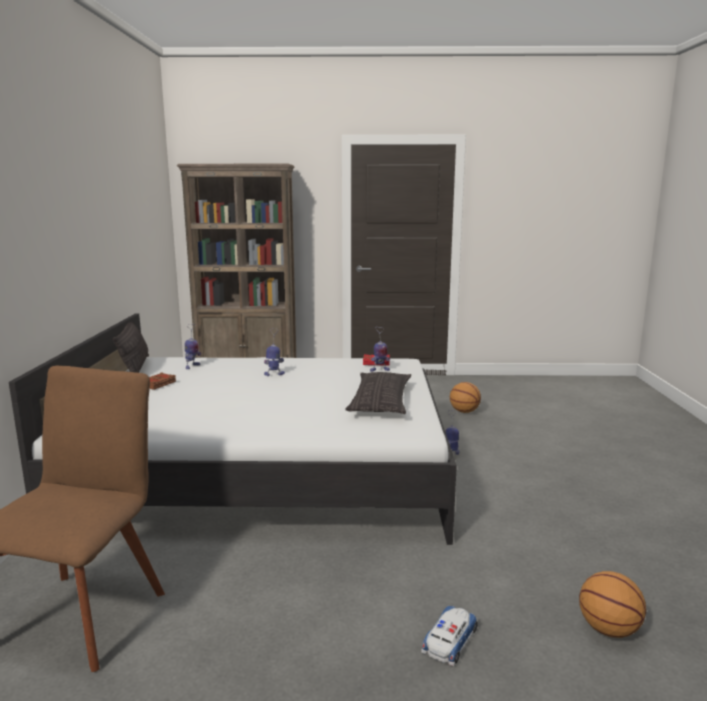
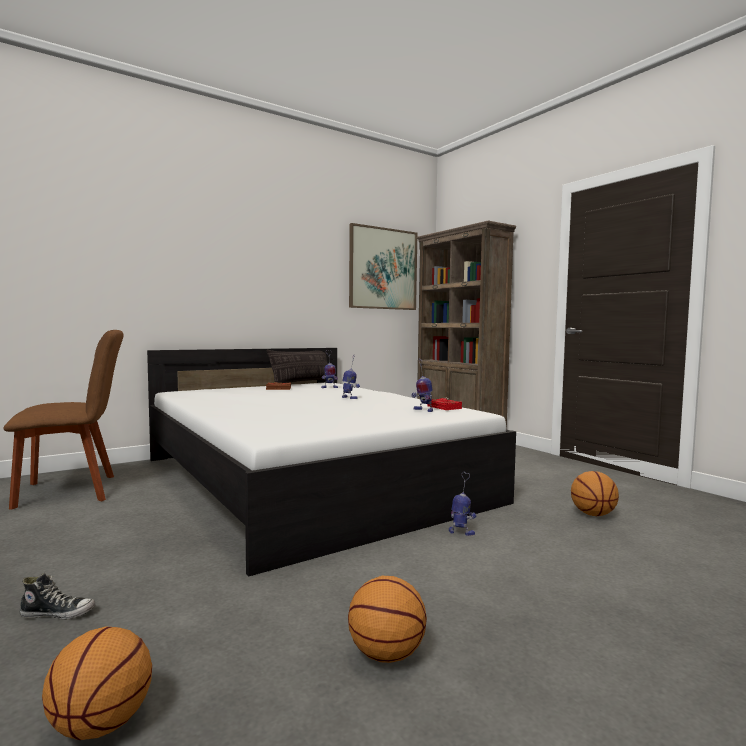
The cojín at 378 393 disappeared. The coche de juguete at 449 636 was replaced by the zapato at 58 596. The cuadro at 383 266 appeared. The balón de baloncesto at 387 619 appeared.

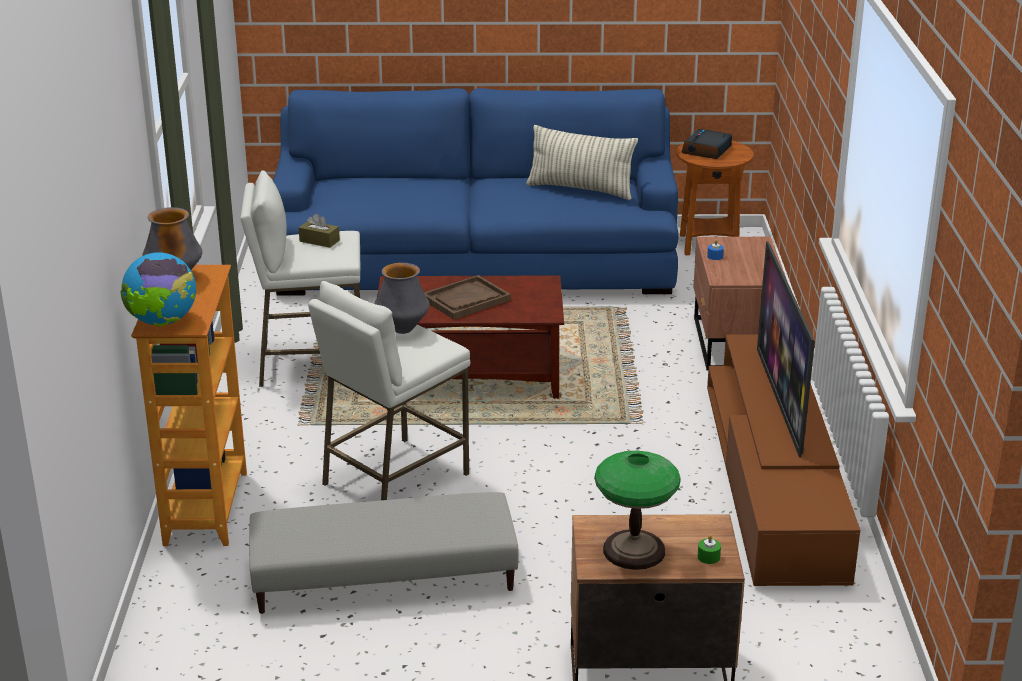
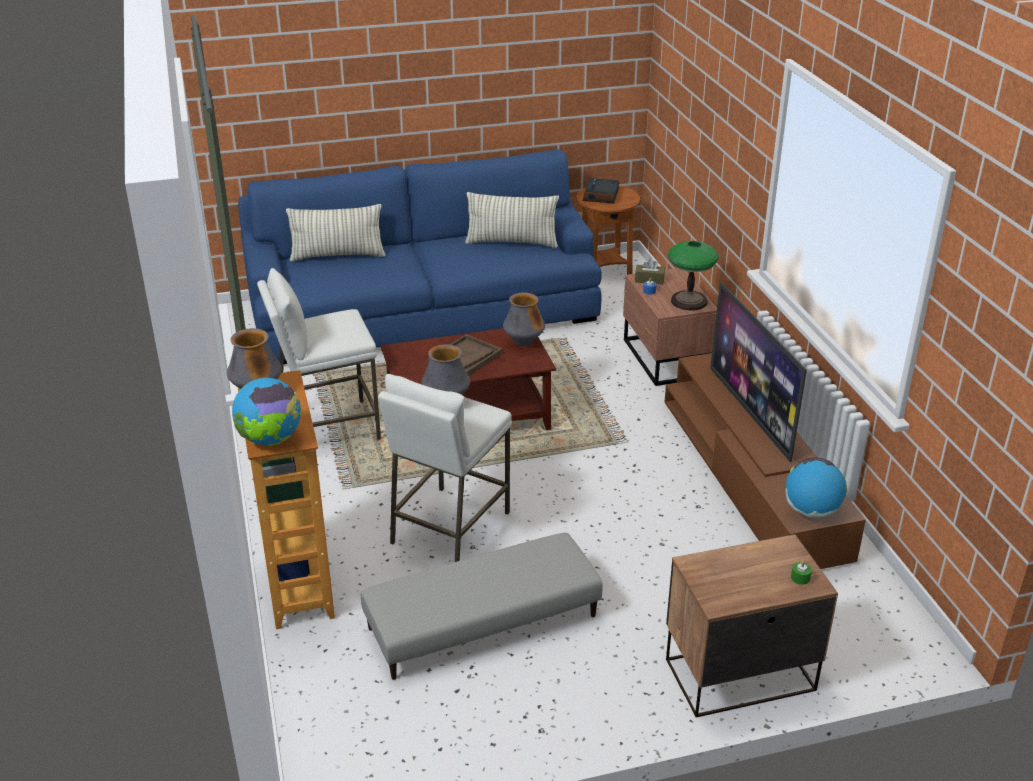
The caja de pañuelos/marrón moved from 319 230 to 650 272. The lámpara de mesa moved from 637 510 to 693 275. The cojín at 336 232 appeared. The florero at 524 319 appeared. The globo terráqueo at 816 488 appeared.

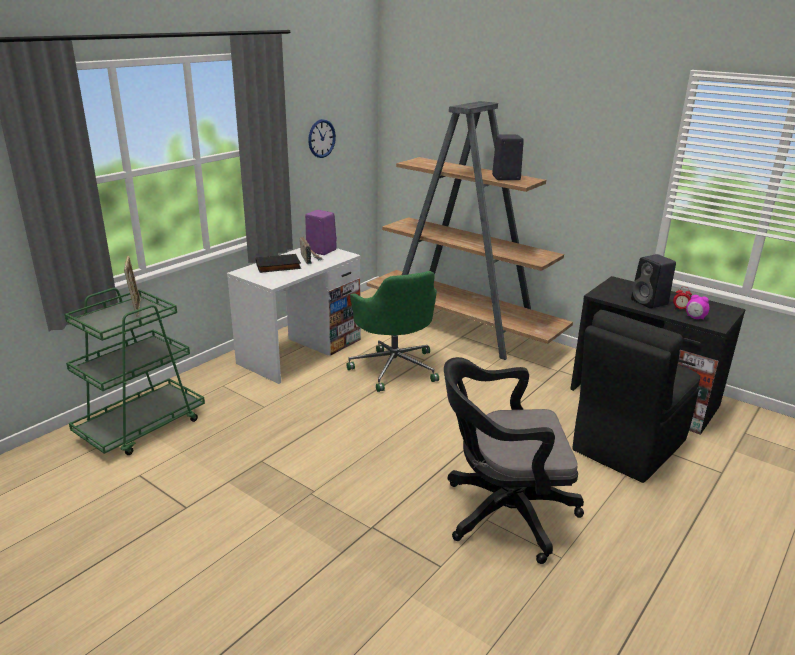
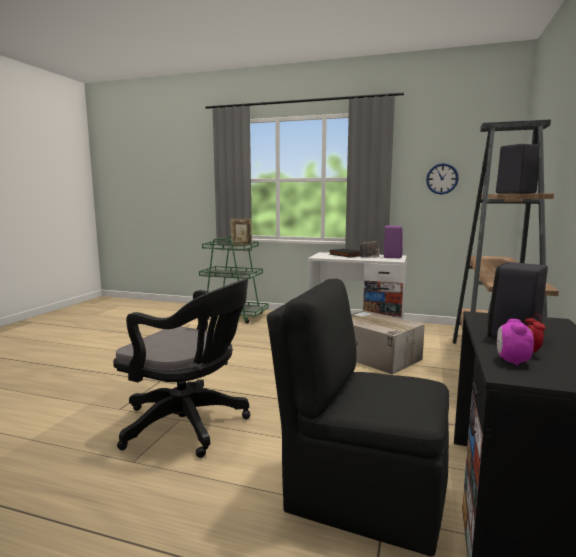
The silla de oficina/verde at 393 331 was replaced by the caja de cartón at 388 342. The silla de oficina/negro at 514 460 turned 135 degrees clockwise.

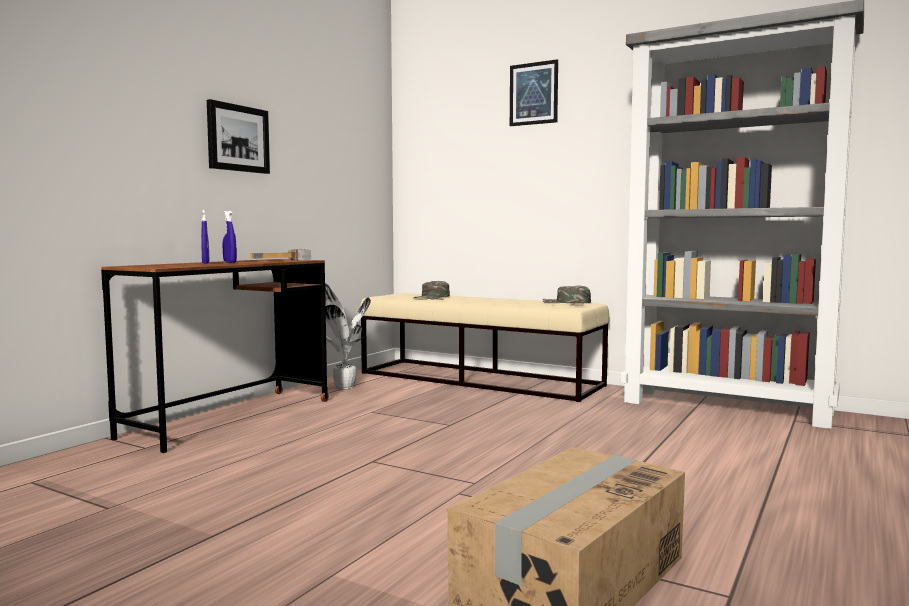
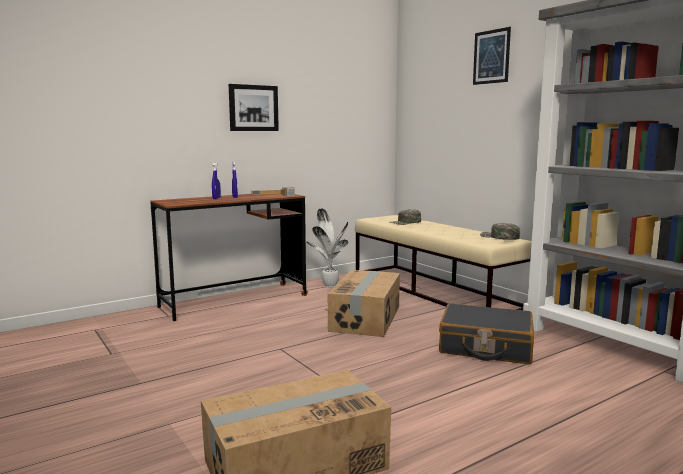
The caja de cartón at 364 303 appeared. The maleta/negro at 486 333 appeared.

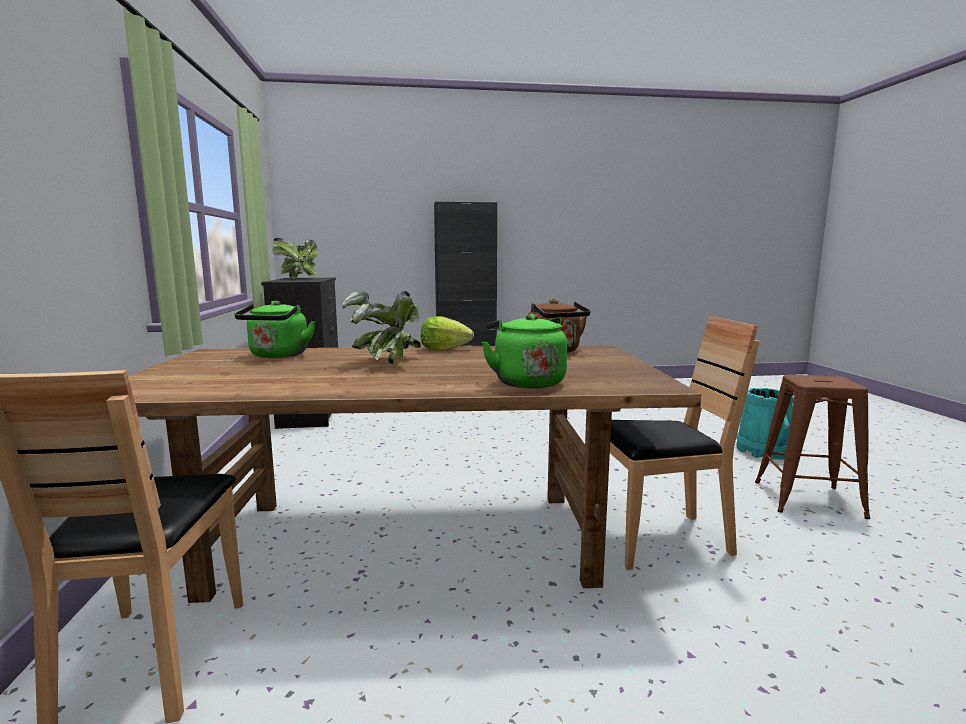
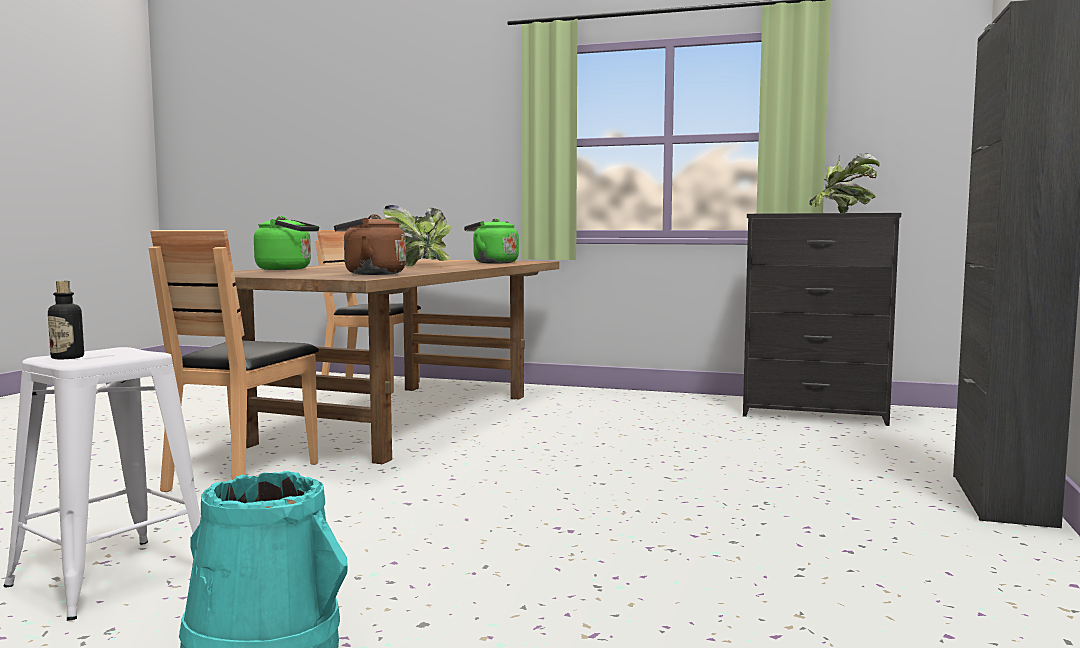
The lechuga at 447 333 disappeared. The taburete/marrón at 812 447 became the taburete/blanco at 102 484. The botella at 66 320 appeared.

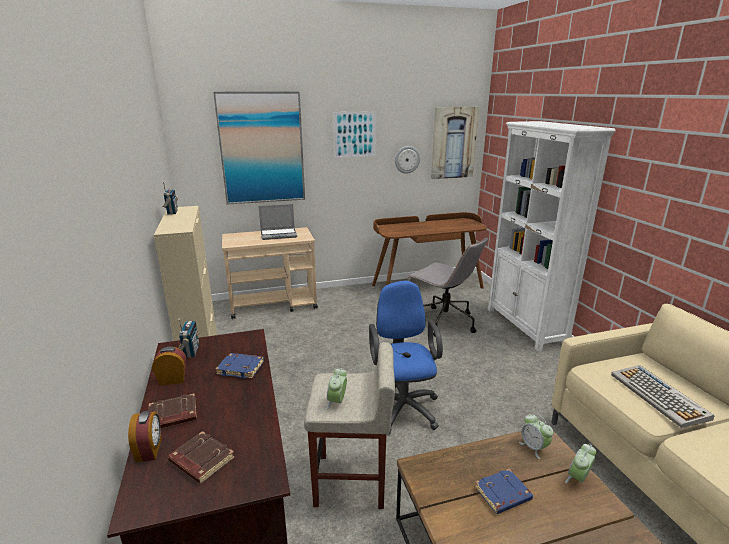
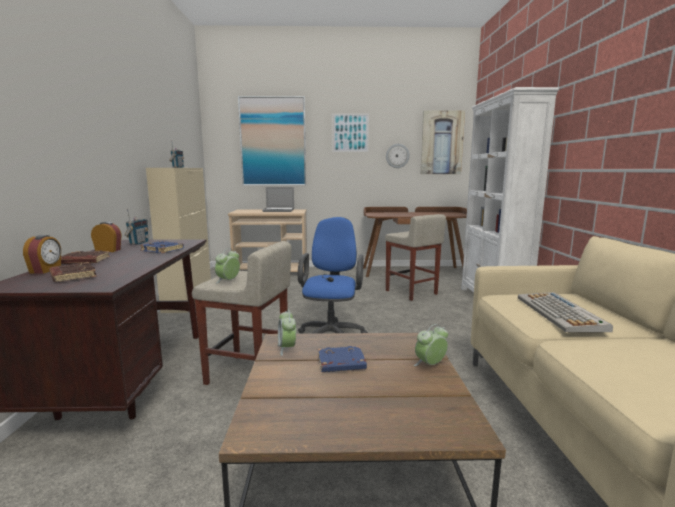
The silla de oficina/gris at 447 287 was replaced by the taburete/beis at 415 257. The despertador moved from 536 436 to 287 332.

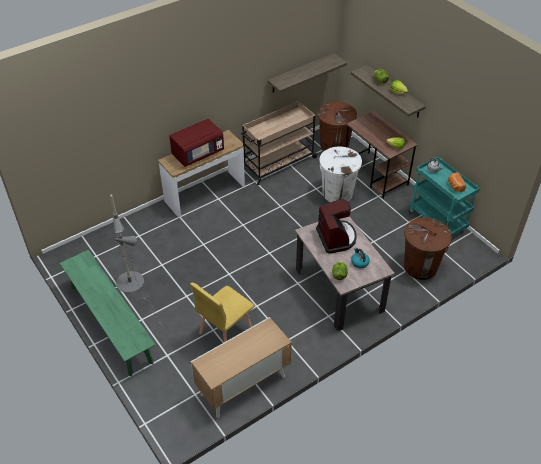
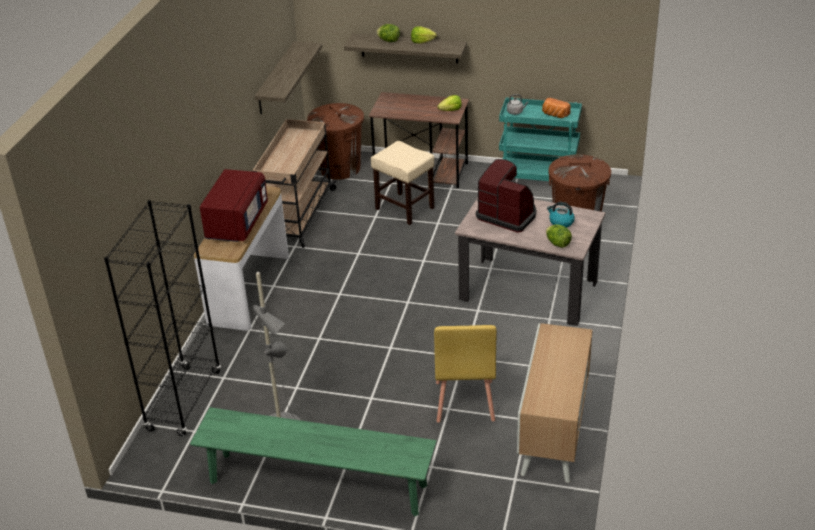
The papelera/blanco at 340 174 was replaced by the taburete/beis at 402 183. The estantería/negro at 162 318 appeared.

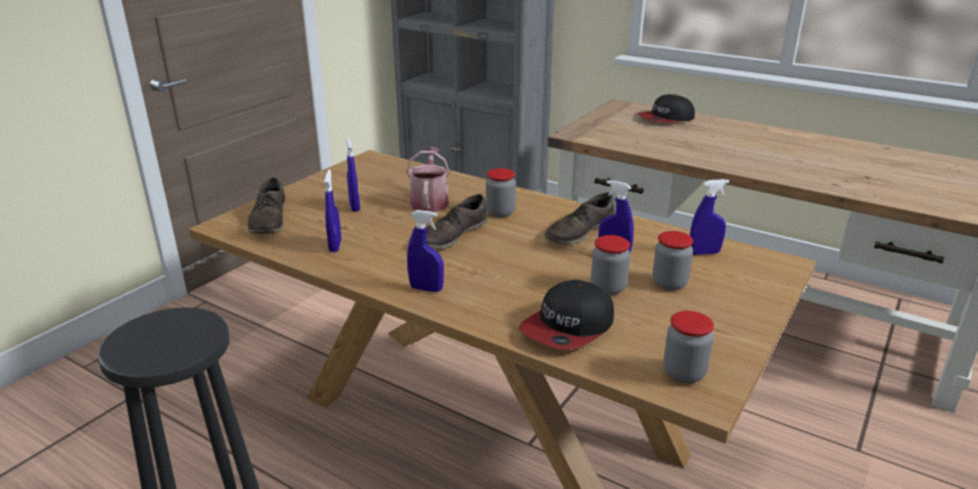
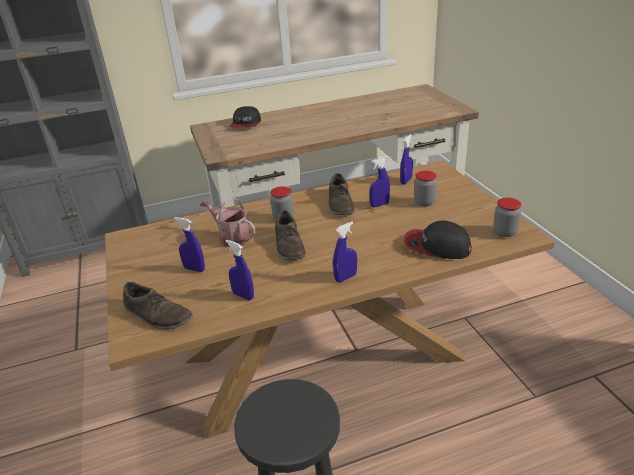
The tarro at 610 265 disappeared. The gorra at 566 315 turned 120 degrees clockwise.

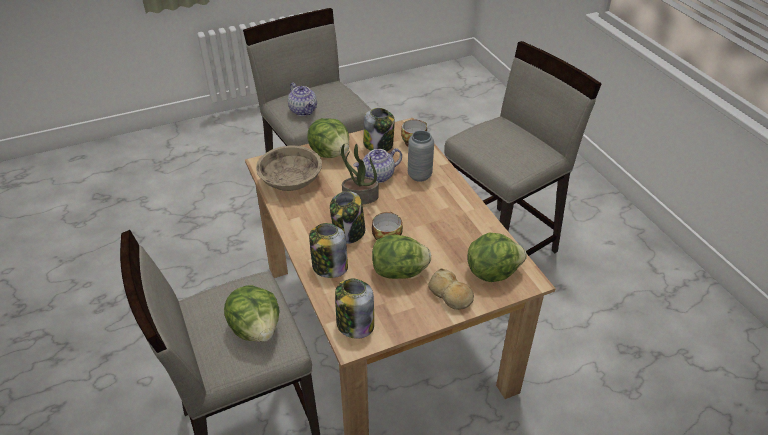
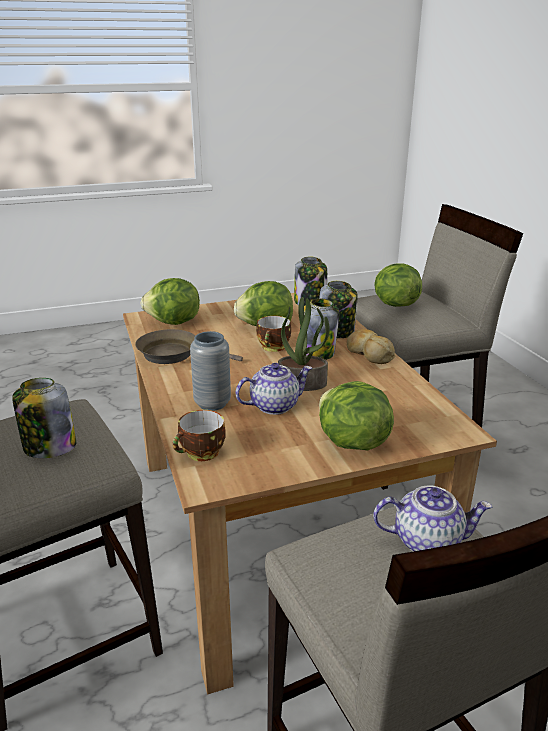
The tetera at 302 99 turned 120 degrees clockwise. The tarro moved from 379 129 to 44 418. The cuenco/beis at 289 168 disappeared. The pan moved from 451 289 to 371 346. The sartén/marrón at 189 346 appeared.

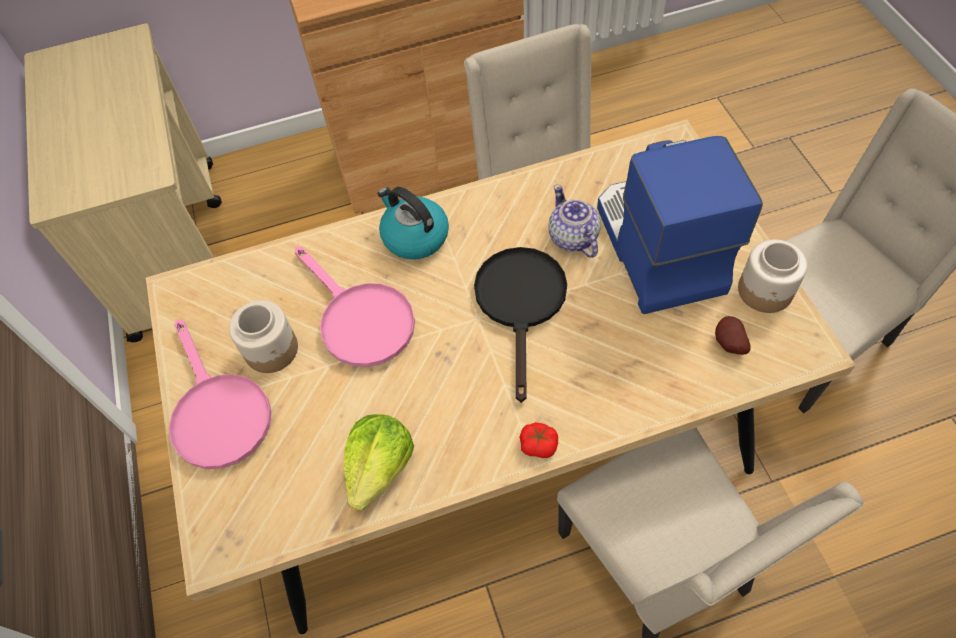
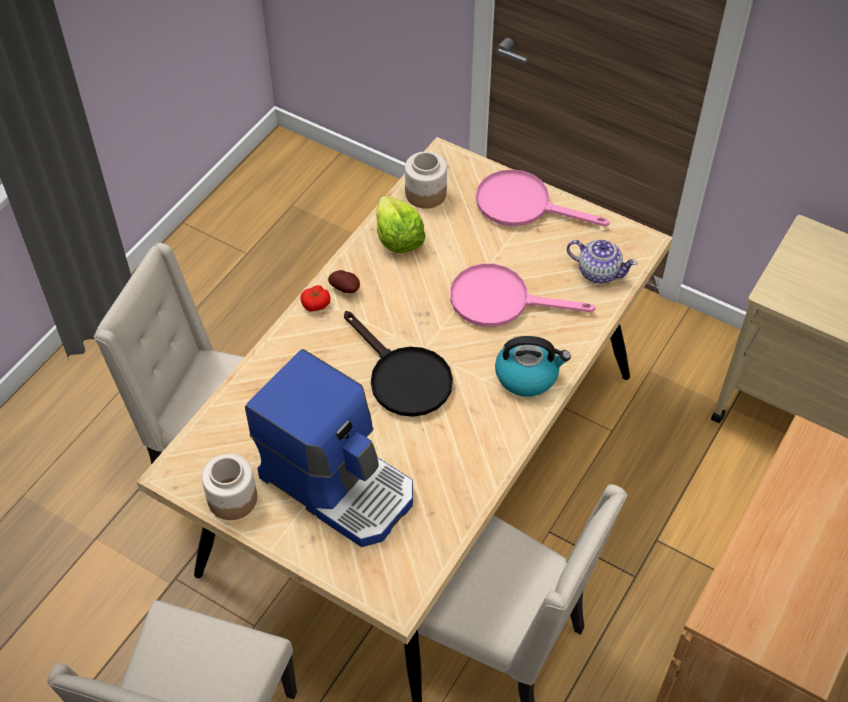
The tetera moved from 574 221 to 602 262. The tarro moved from 263 336 to 426 180. The patata moved from 733 335 to 344 281.

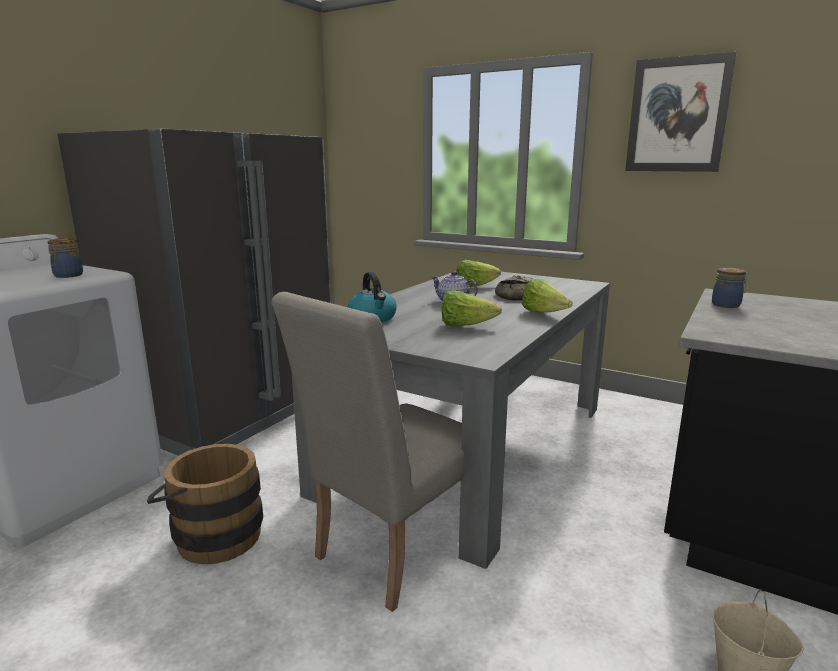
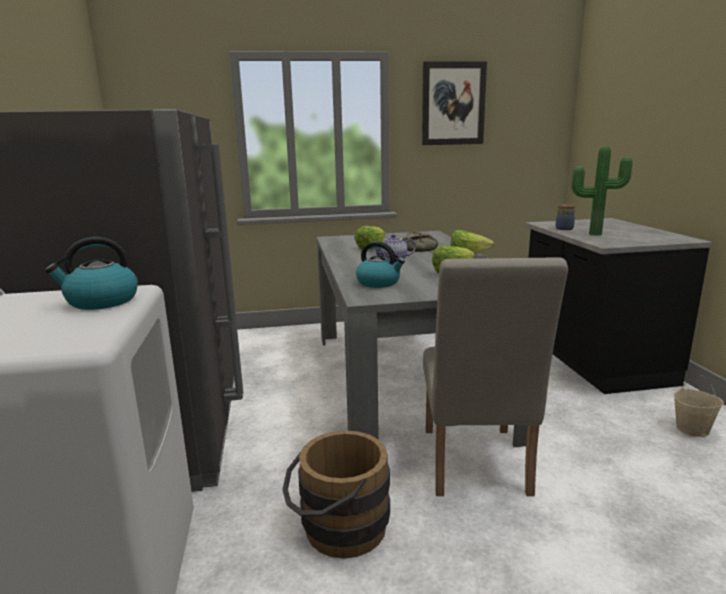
The tarro at 65 258 was replaced by the hervidor at 91 273. The planta en maceta at 602 191 appeared.

